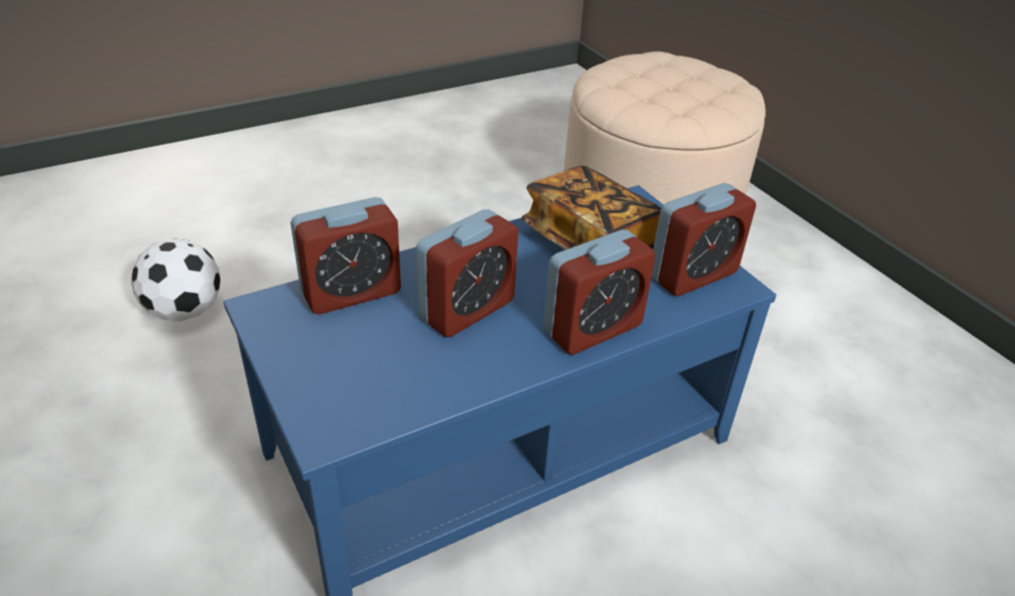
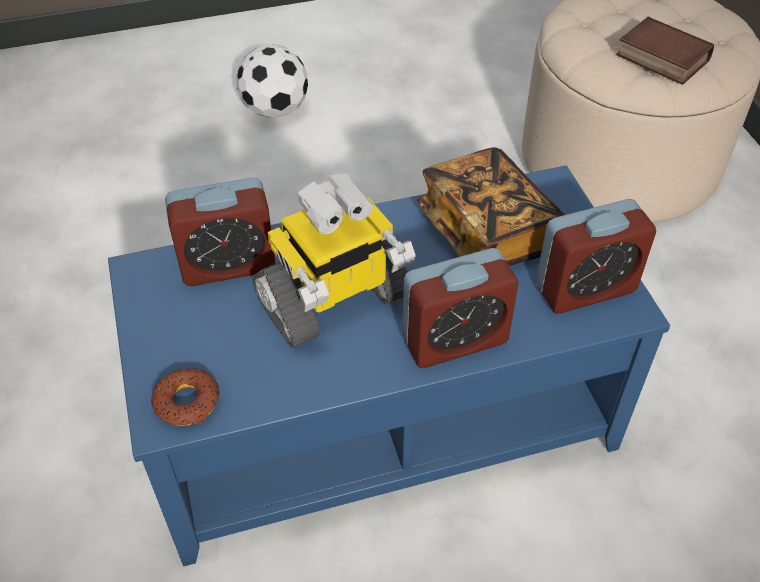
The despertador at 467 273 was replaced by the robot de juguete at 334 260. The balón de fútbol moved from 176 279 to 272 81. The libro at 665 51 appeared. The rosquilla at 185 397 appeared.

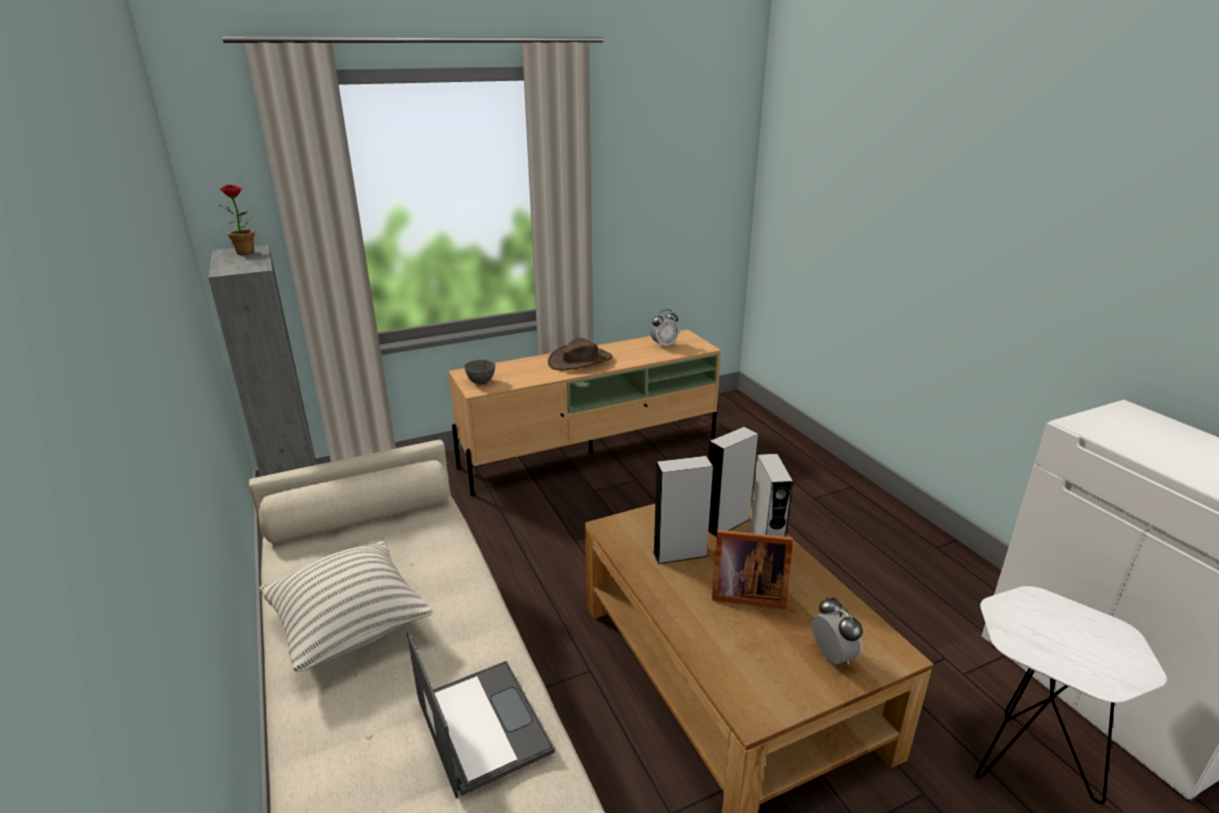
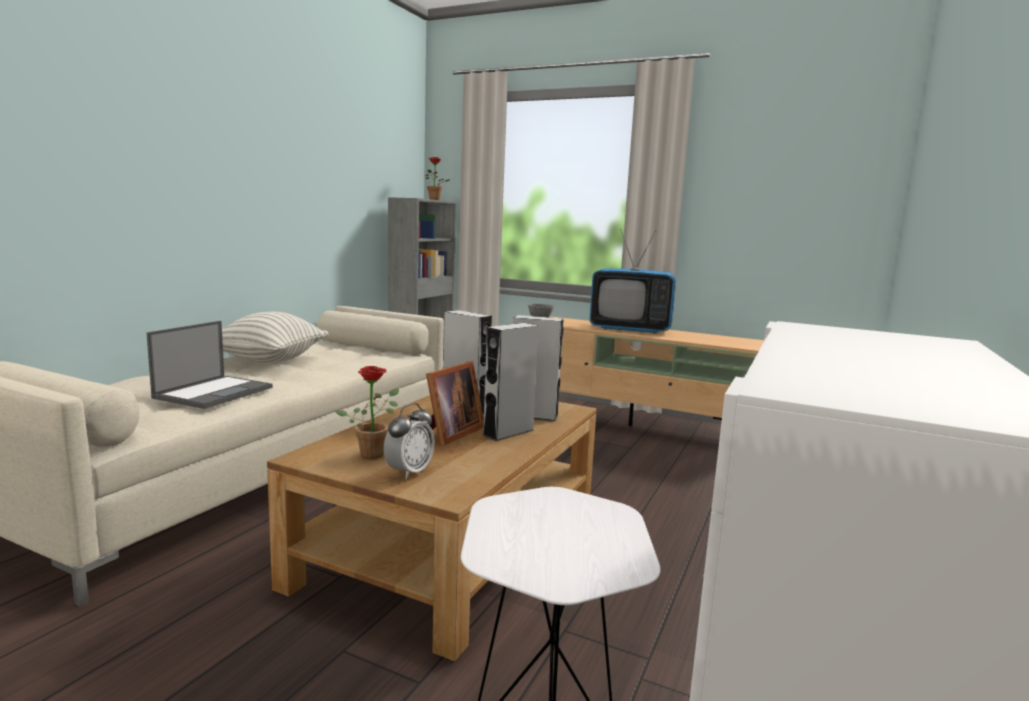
The despertador at 664 328 disappeared. The sombrero/marrón at 580 354 was replaced by the televisor at 632 281. The portarretratos at 752 569 turned 120 degrees counterclockwise. The planta en maceta at 367 412 appeared.

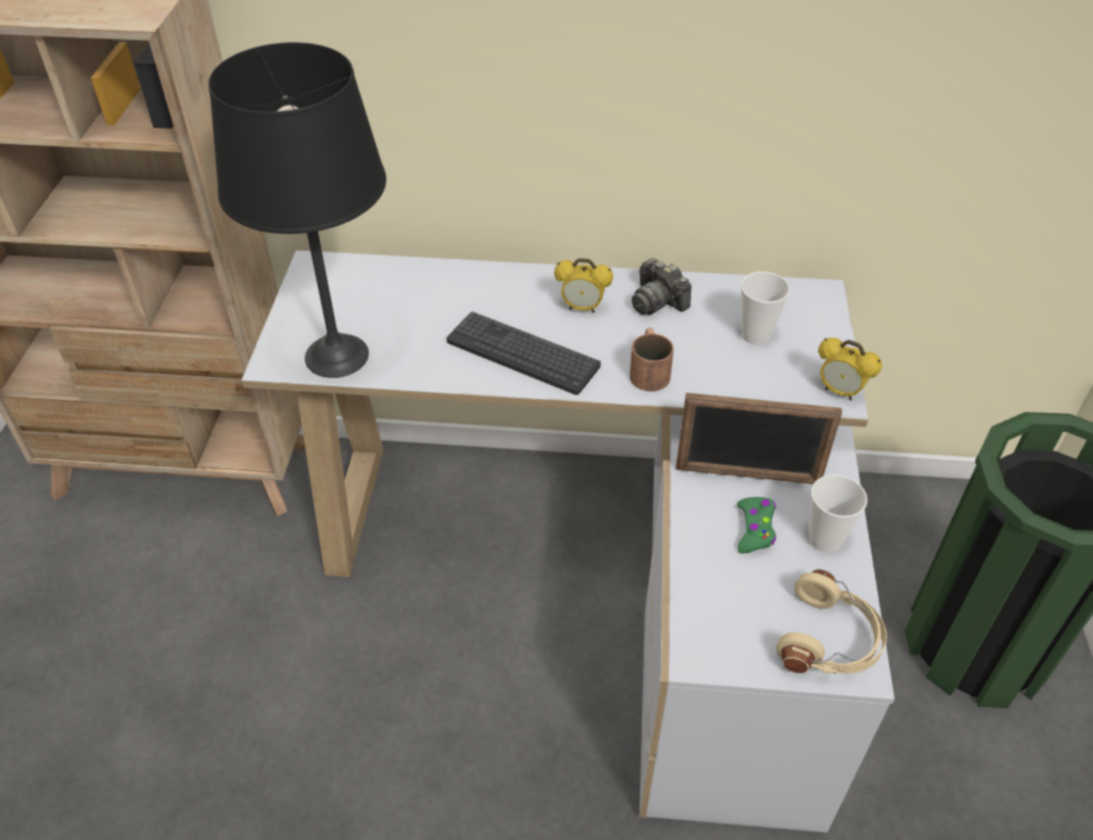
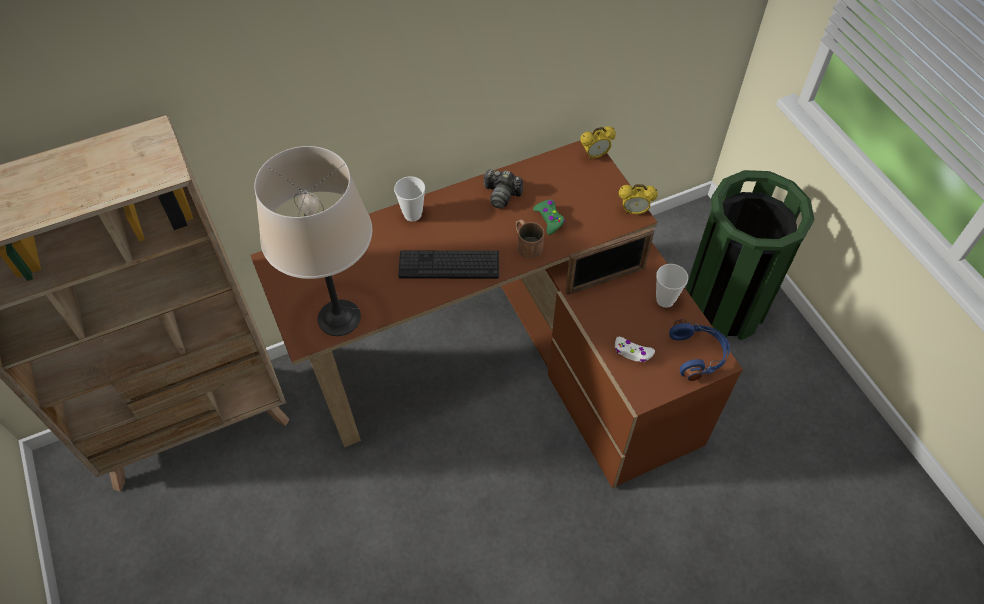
The lámpara de mesa/negro at 297 210 became the lámpara de mesa/beis at 313 241. The escritorio/blanco at 568 541 became the escritorio/marrón at 496 315. The despertador moved from 583 285 to 598 143. The taza moved from 765 308 to 409 199. The mando de consola/verde moved from 756 525 to 549 217. The auriculares/beis at 831 621 became the auriculares/azul at 699 350. The mando de consola/blanco at 635 349 appeared.

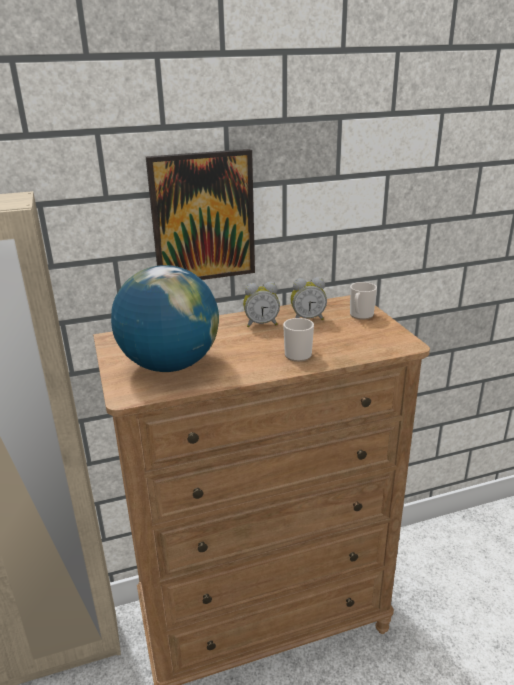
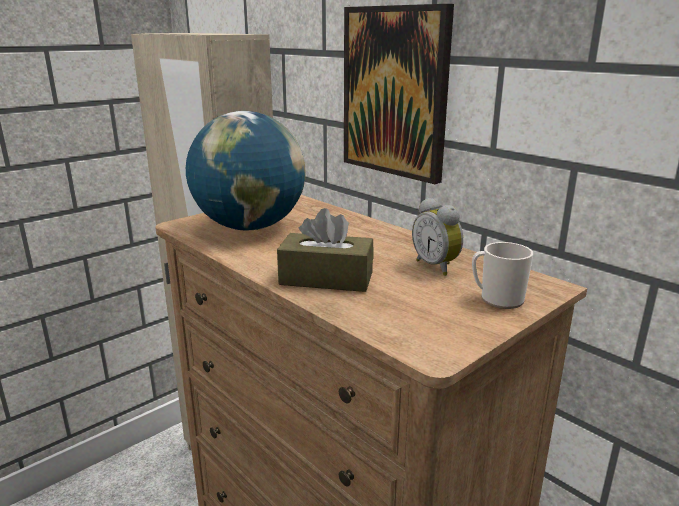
The despertador at 261 305 disappeared. The taza grande at 298 340 was replaced by the caja de pañuelos/marrón at 325 250.

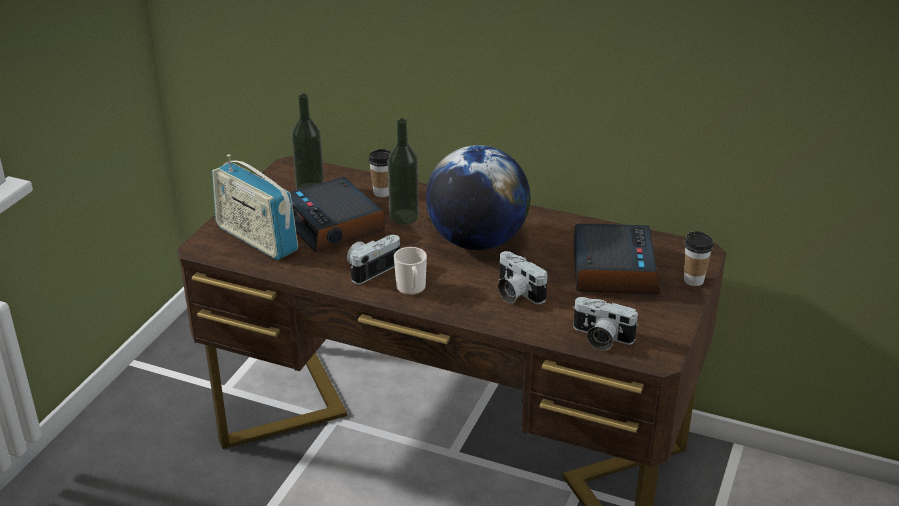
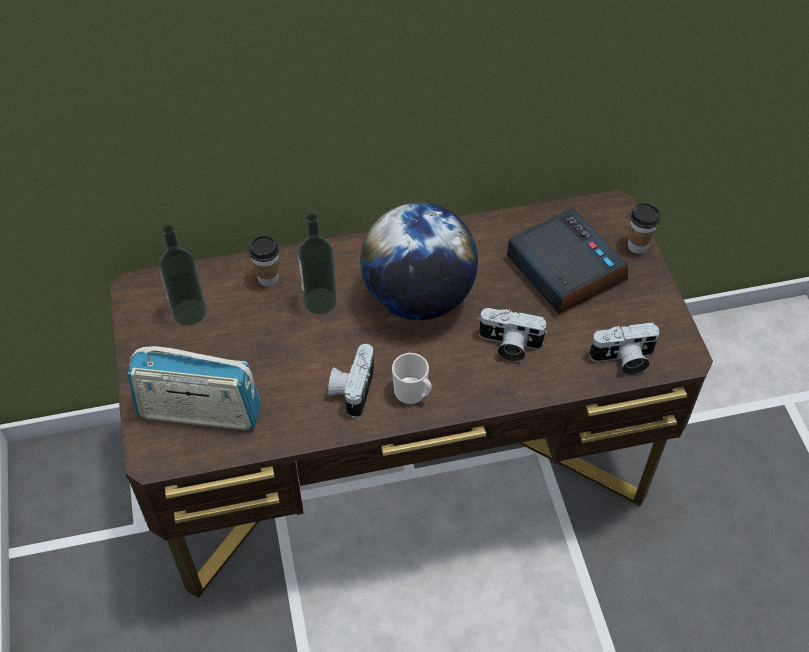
The despertador at 337 215 disappeared.

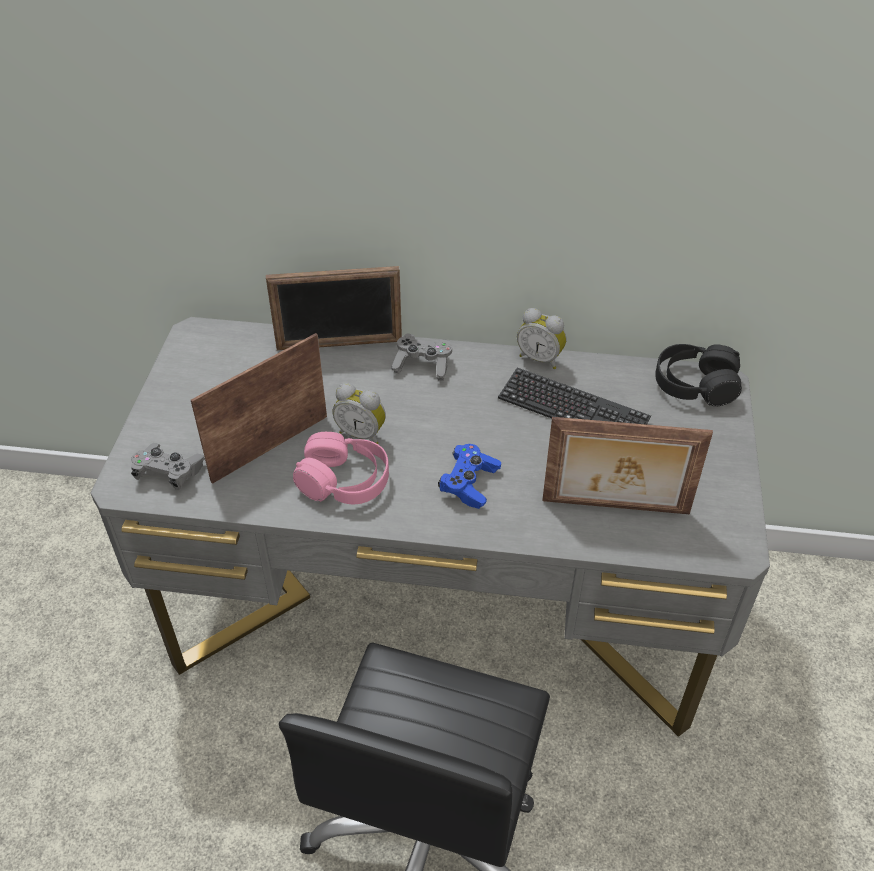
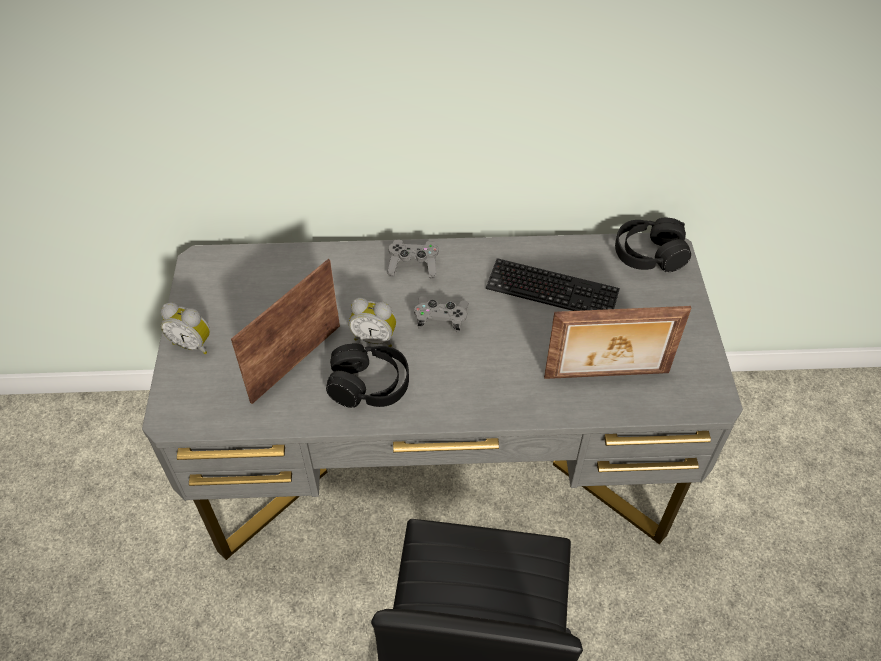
The portarretratos at 334 308 disappeared. The despertador moved from 541 338 to 185 328. The auriculares/rosa at 341 468 became the auriculares/negro at 367 375. The mando de consola/gris moved from 168 466 to 441 314. The mando de consola/azul at 469 476 disappeared.

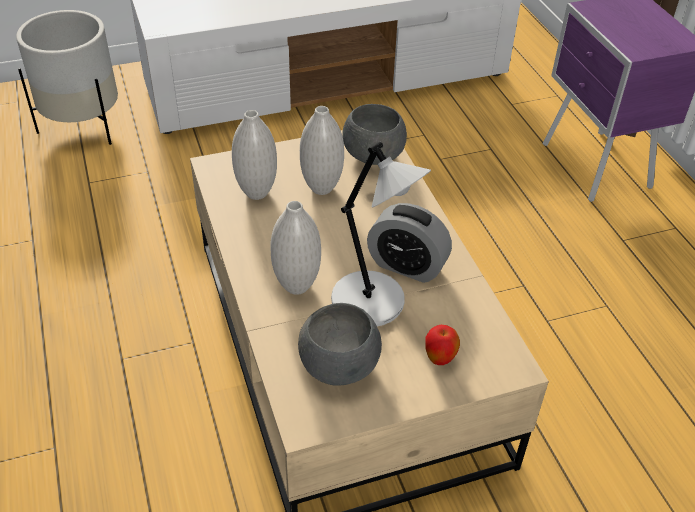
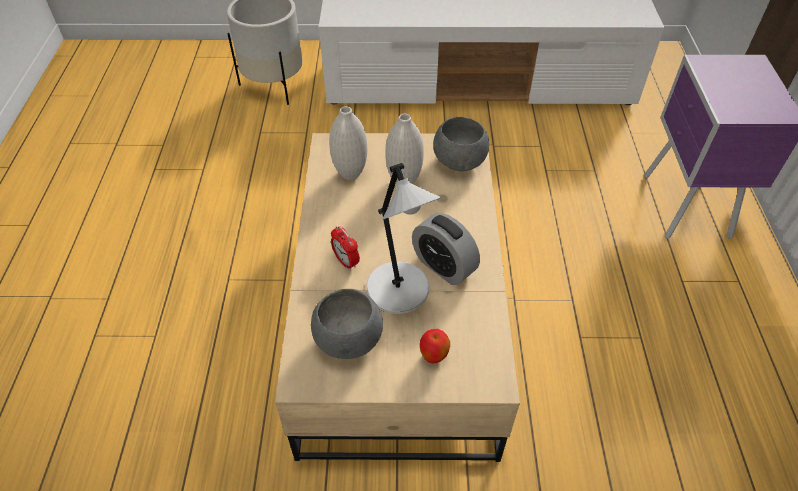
The florero/blanco at 295 248 was replaced by the despertador at 345 248.

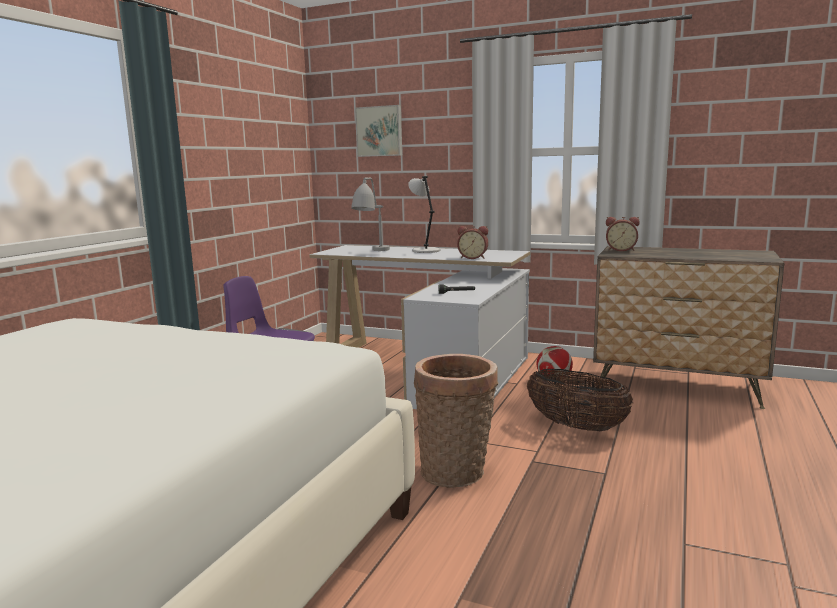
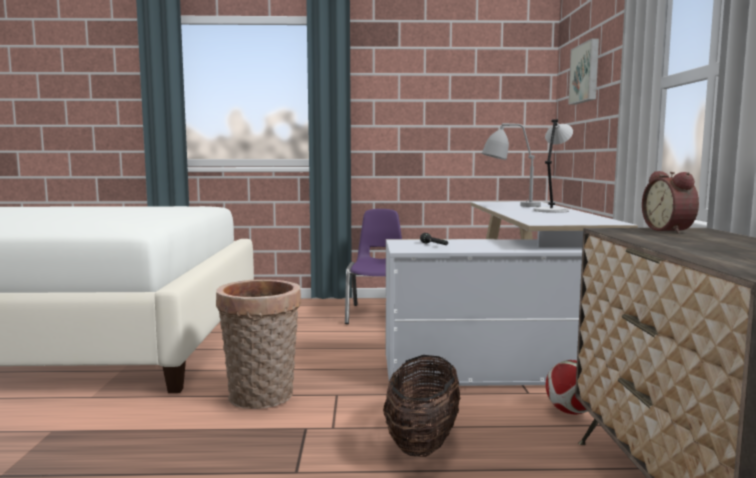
The despertador at 472 242 disappeared.

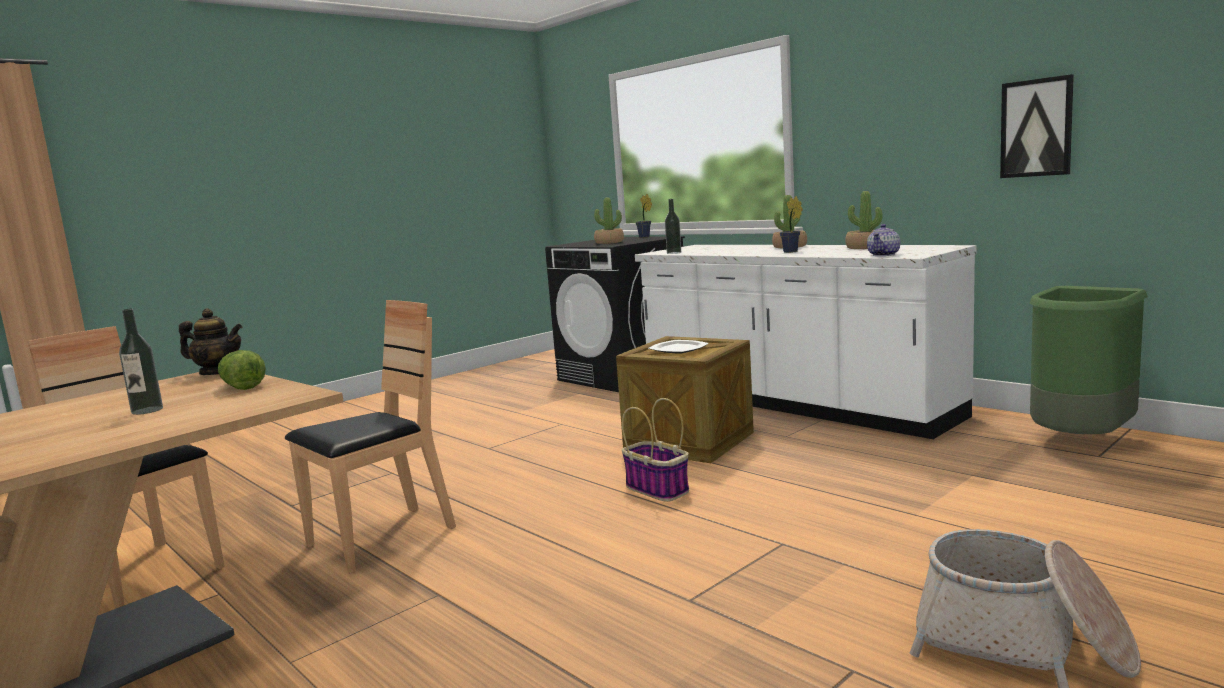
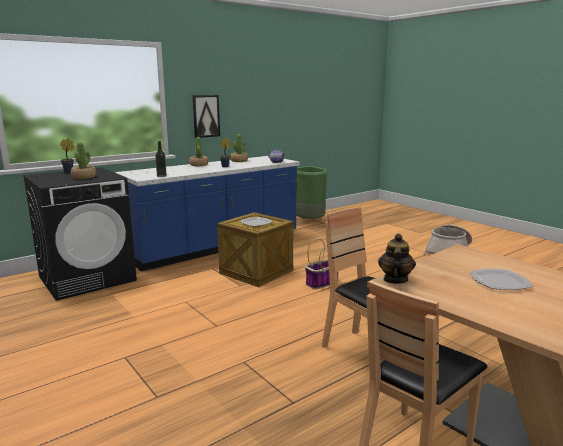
The cuadro moved from 1037 126 to 206 116. The mueble bajo de cocina/blanco at 806 342 became the mueble bajo de cocina/azul at 207 213. The botella at 141 362 was replaced by the plato at 501 279. The lechuga at 242 370 disappeared.

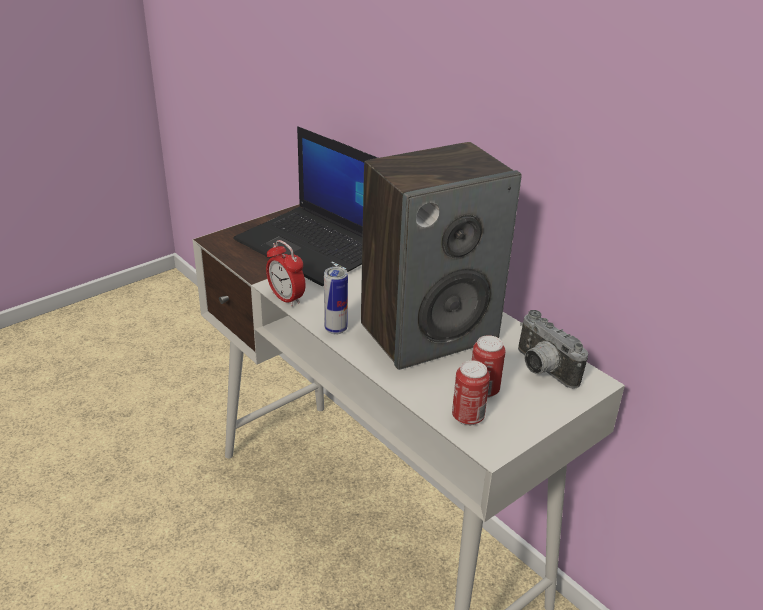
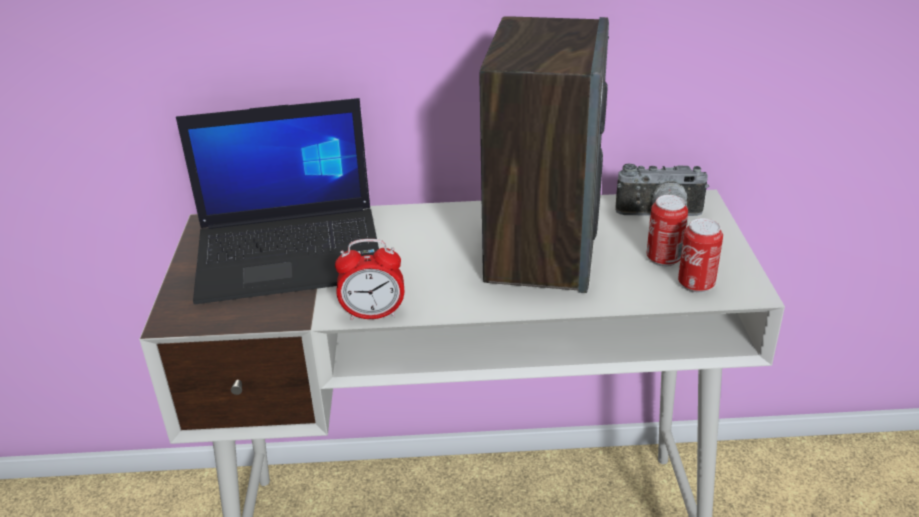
The lata at 336 301 disappeared.

